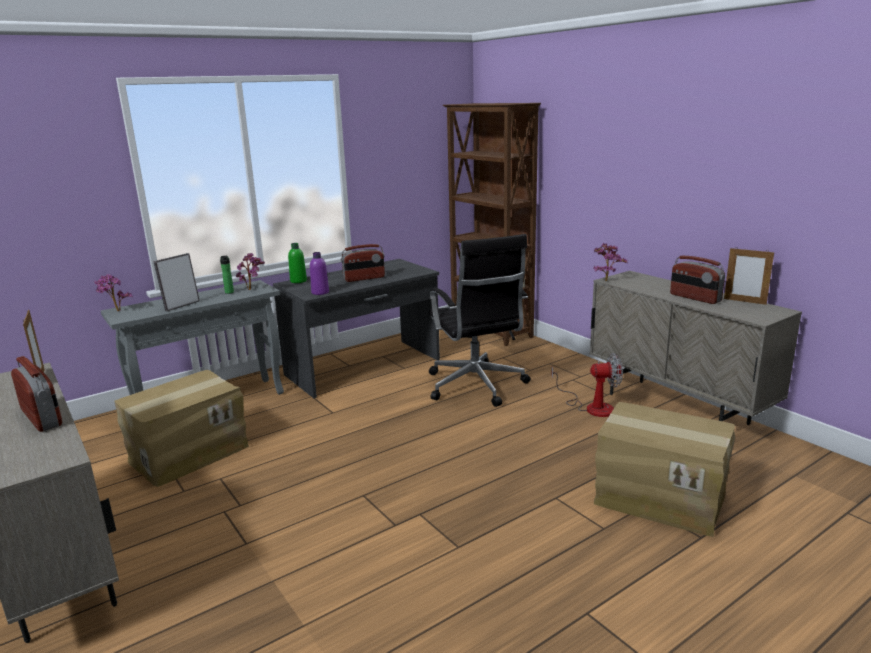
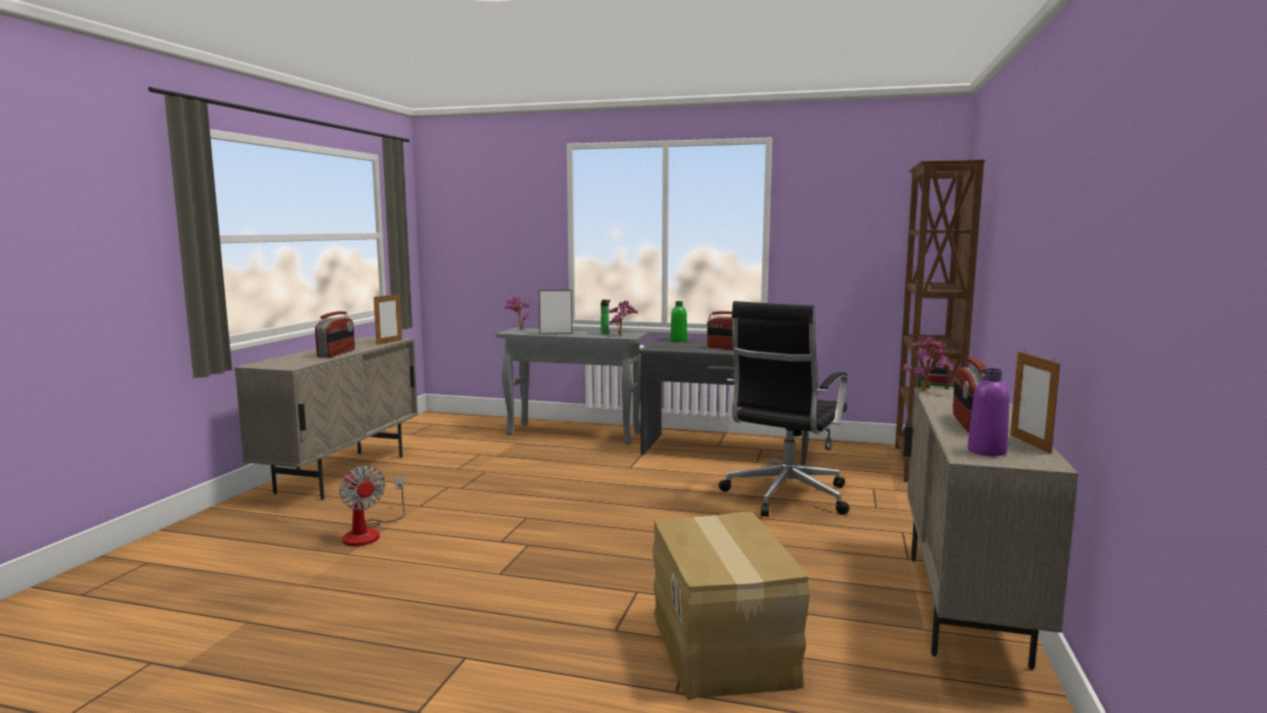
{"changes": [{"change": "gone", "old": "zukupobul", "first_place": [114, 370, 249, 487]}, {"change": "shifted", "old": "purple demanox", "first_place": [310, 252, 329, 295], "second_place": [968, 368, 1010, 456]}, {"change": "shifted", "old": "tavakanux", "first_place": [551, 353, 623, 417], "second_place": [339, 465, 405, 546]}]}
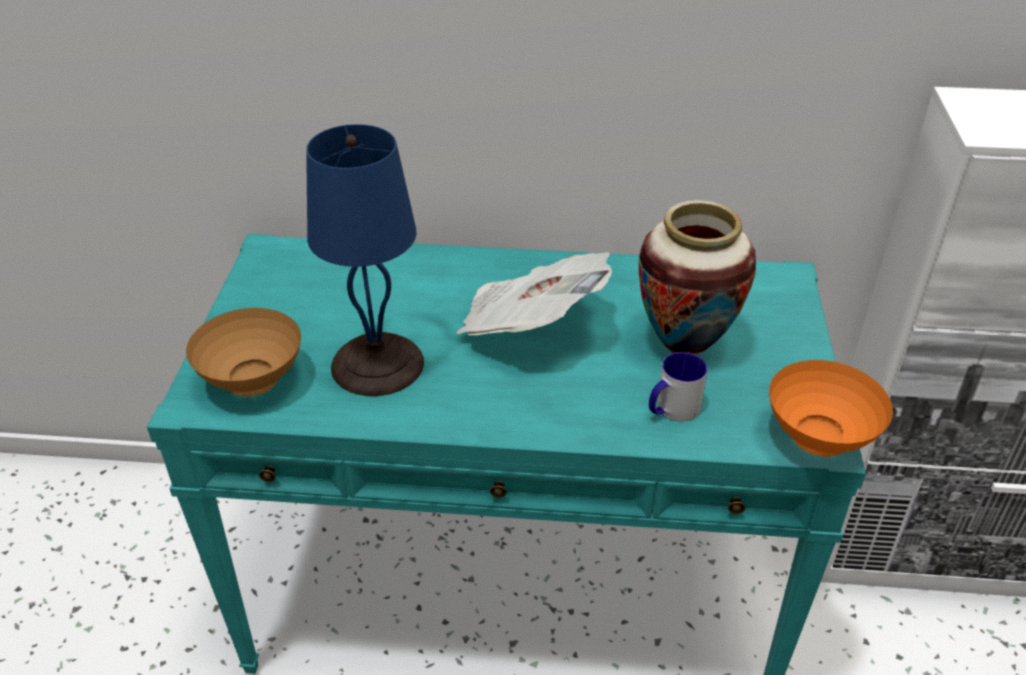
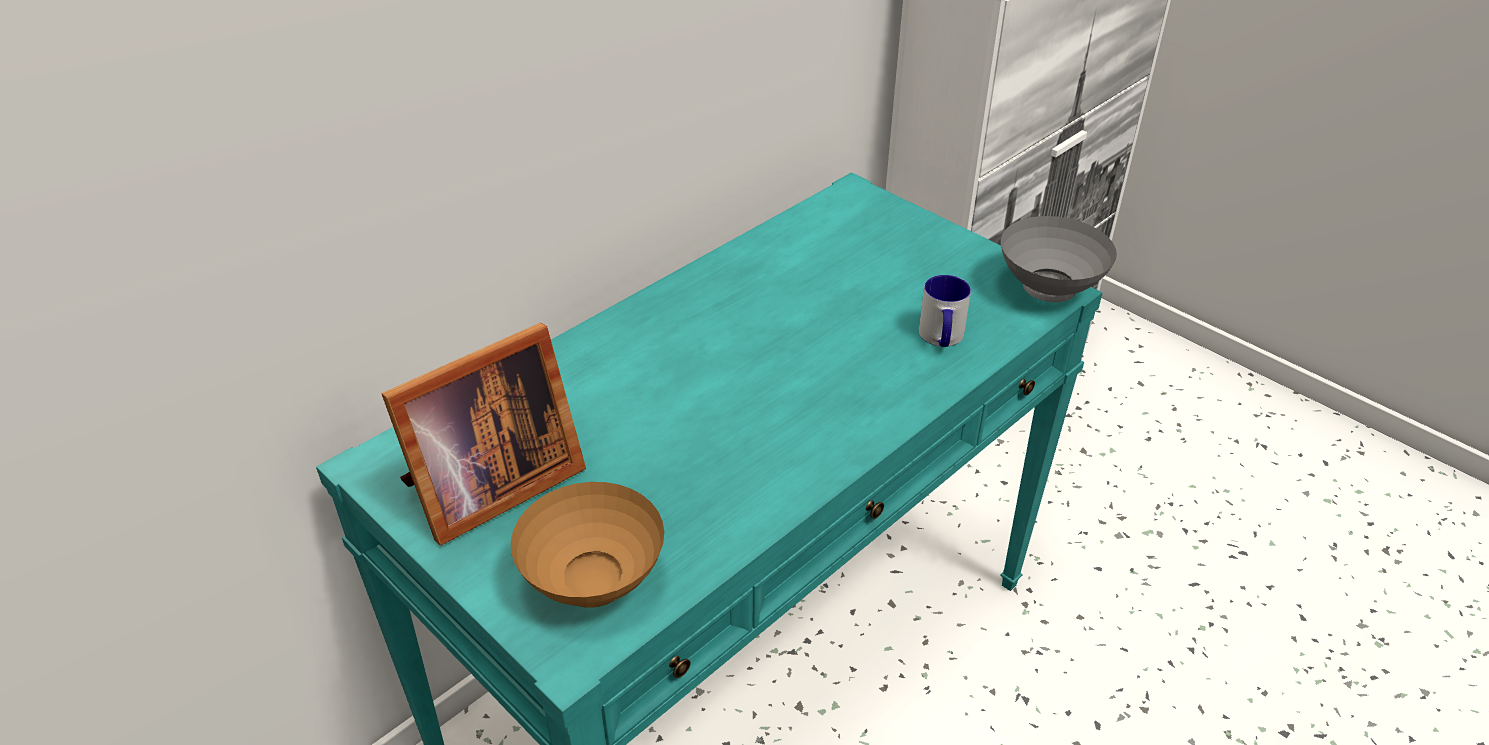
{"changes": [{"change": "gone", "old": "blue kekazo", "first_place": [306, 124, 424, 396]}, {"change": "gone", "old": "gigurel", "first_place": [456, 252, 612, 335]}, {"change": "gone", "old": "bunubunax", "first_place": [639, 200, 756, 355]}, {"change": "repainted", "old": "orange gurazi", "new": "grey gurazi", "first_place": [769, 360, 893, 457], "second_place": [1001, 216, 1117, 303]}, {"change": "new", "new": "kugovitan", "second_place": [382, 323, 586, 546]}]}
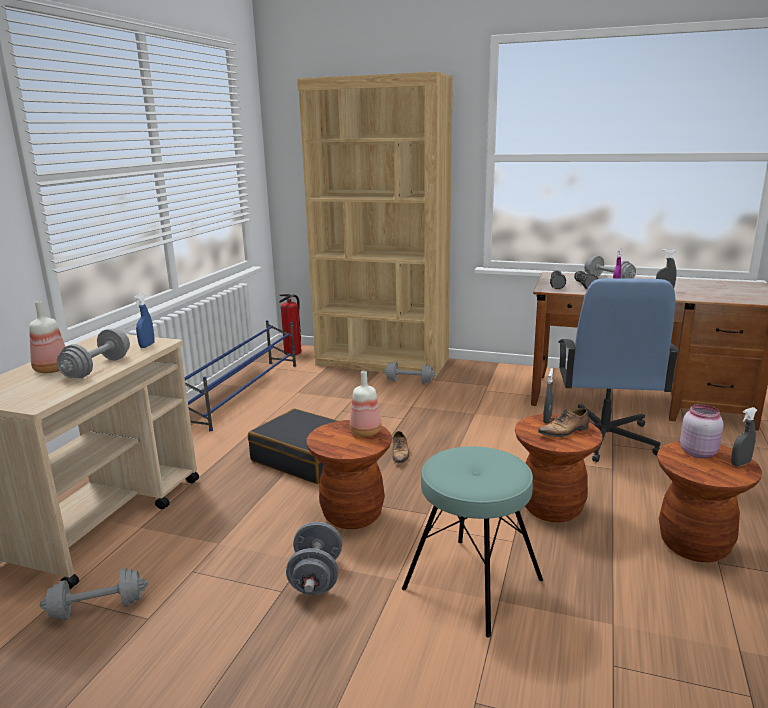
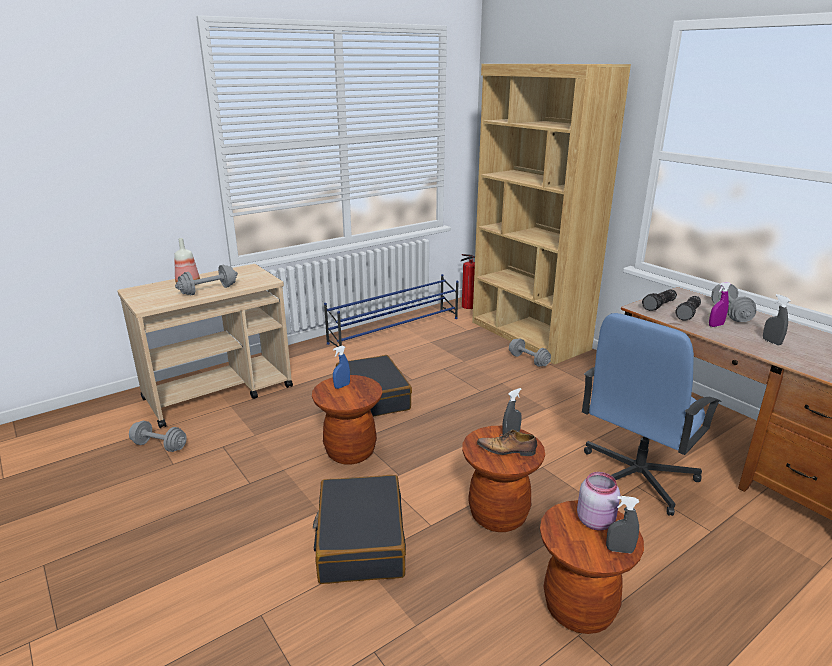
{"changes": [{"change": "shifted", "old": "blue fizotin", "first_place": [134, 294, 155, 348], "second_place": [333, 346, 350, 389]}, {"change": "gone", "old": "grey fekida", "first_place": [286, 522, 342, 595]}, {"change": "gone", "old": "demanox", "first_place": [350, 371, 382, 437]}, {"change": "gone", "old": "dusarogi", "first_place": [392, 431, 409, 463]}, {"change": "swapped", "old": "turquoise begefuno", "new": "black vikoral", "first_place": [402, 446, 543, 638], "second_place": [313, 475, 406, 584]}]}
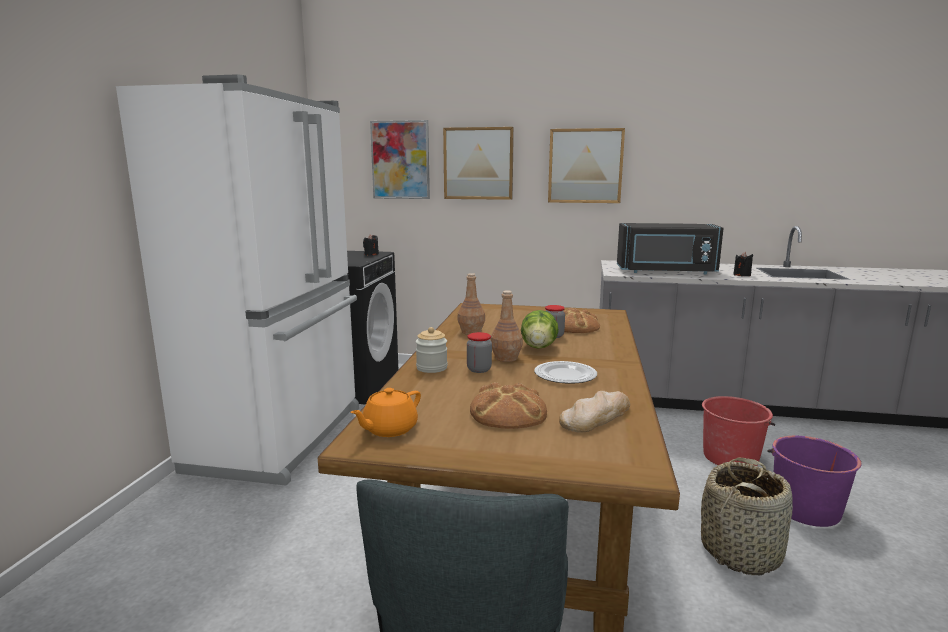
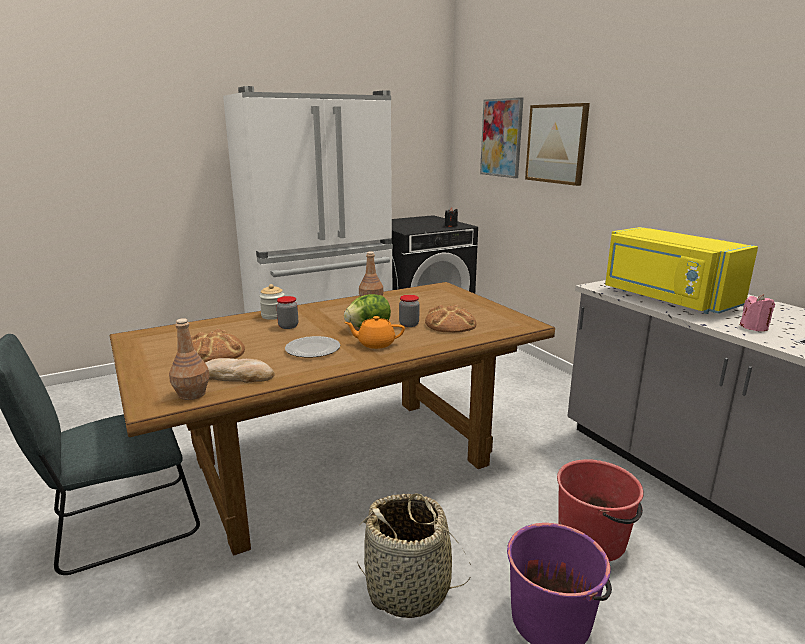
{"changes": [{"change": "shifted", "old": "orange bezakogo", "first_place": [350, 388, 421, 437], "second_place": [344, 316, 405, 349]}, {"change": "shifted", "old": "brown demanox", "first_place": [491, 290, 523, 362], "second_place": [169, 318, 210, 400]}, {"change": "gone", "old": "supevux", "first_place": [548, 128, 625, 203]}, {"change": "repainted", "old": "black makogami", "new": "yellow makogami", "first_place": [617, 223, 724, 275], "second_place": [605, 227, 758, 314]}, {"change": "repainted", "old": "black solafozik", "new": "pink solafozik", "first_place": [733, 252, 753, 276], "second_place": [740, 294, 775, 331]}]}
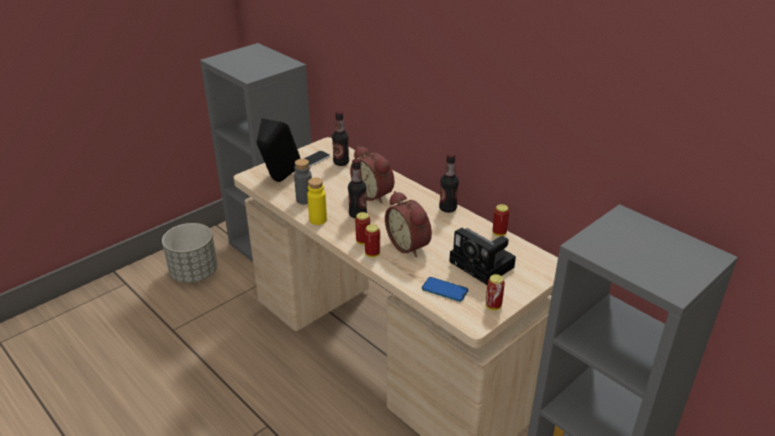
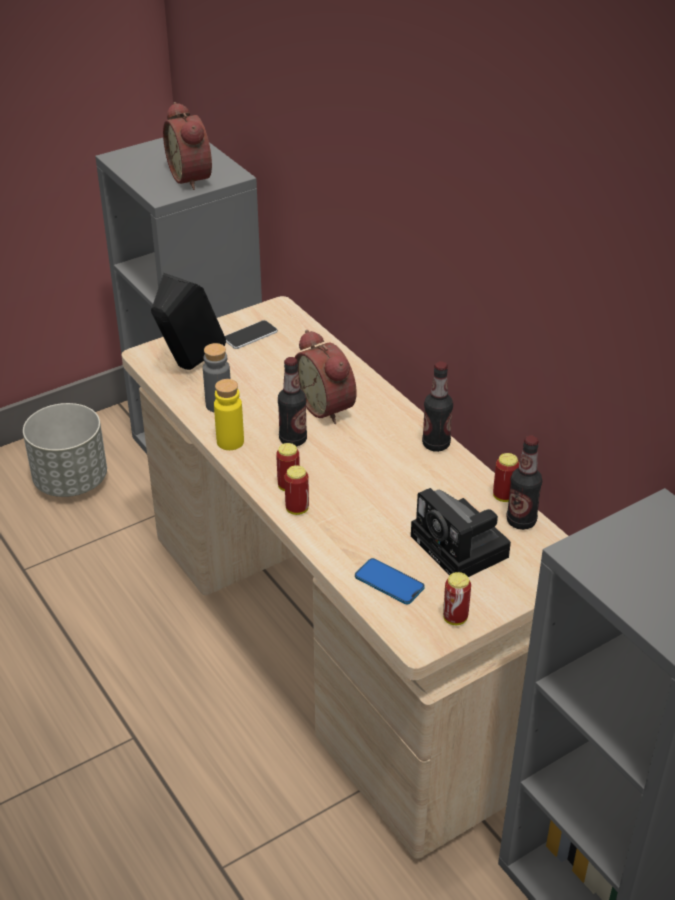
{"changes": [{"change": "shifted", "old": "demanox", "first_place": [332, 111, 349, 166], "second_place": [506, 436, 542, 530]}, {"change": "shifted", "old": "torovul", "first_place": [385, 191, 432, 257], "second_place": [163, 102, 212, 190]}]}
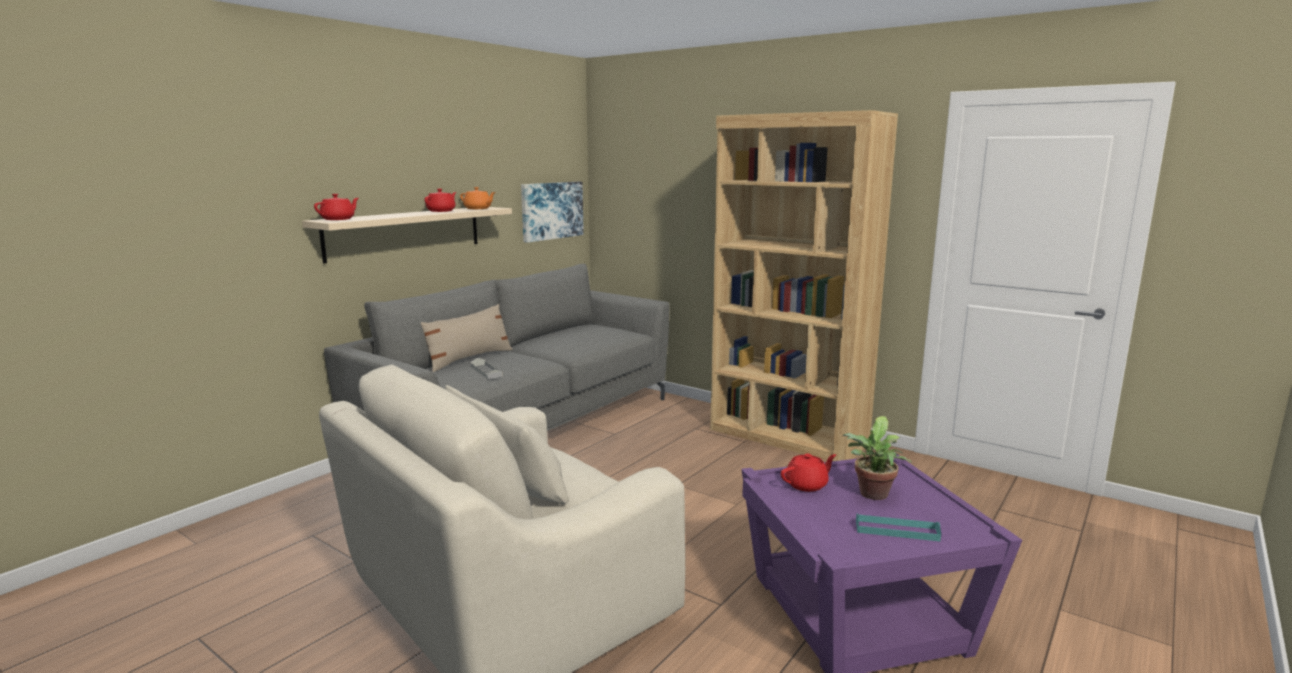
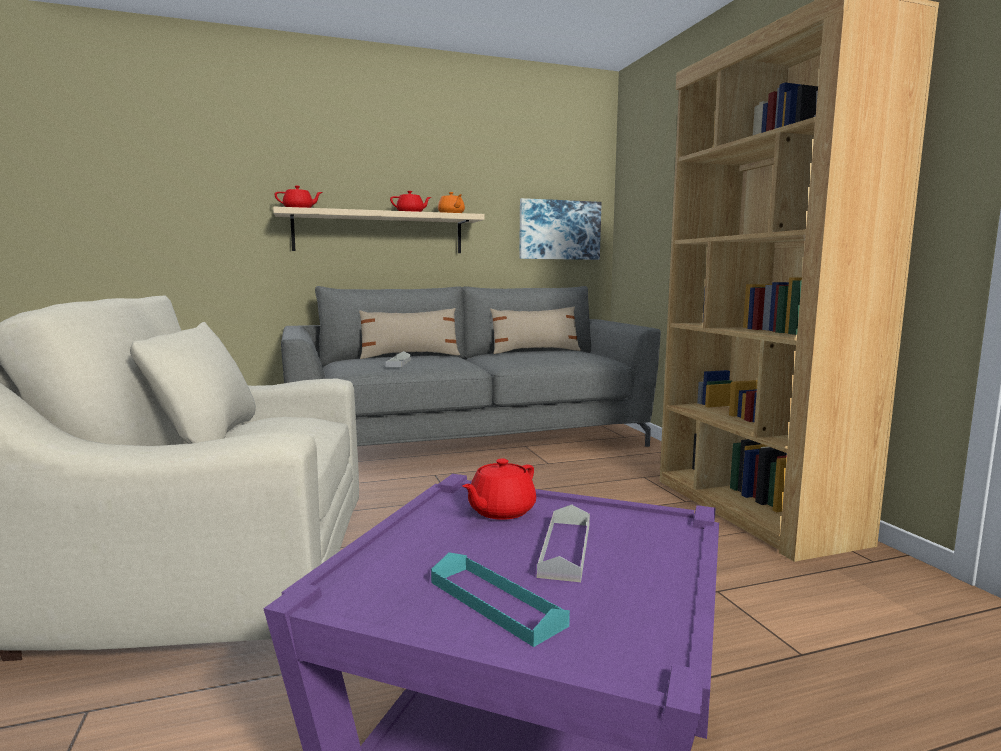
{"changes": [{"change": "rotated", "old": "red bezakogo", "first_place": [781, 454, 836, 492], "second_place": [462, 458, 536, 520], "degrees": 120}, {"change": "swapped", "old": "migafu", "new": "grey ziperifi", "first_place": [843, 416, 912, 500], "second_place": [537, 504, 590, 582]}, {"change": "new", "new": "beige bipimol", "second_place": [490, 306, 581, 354]}]}
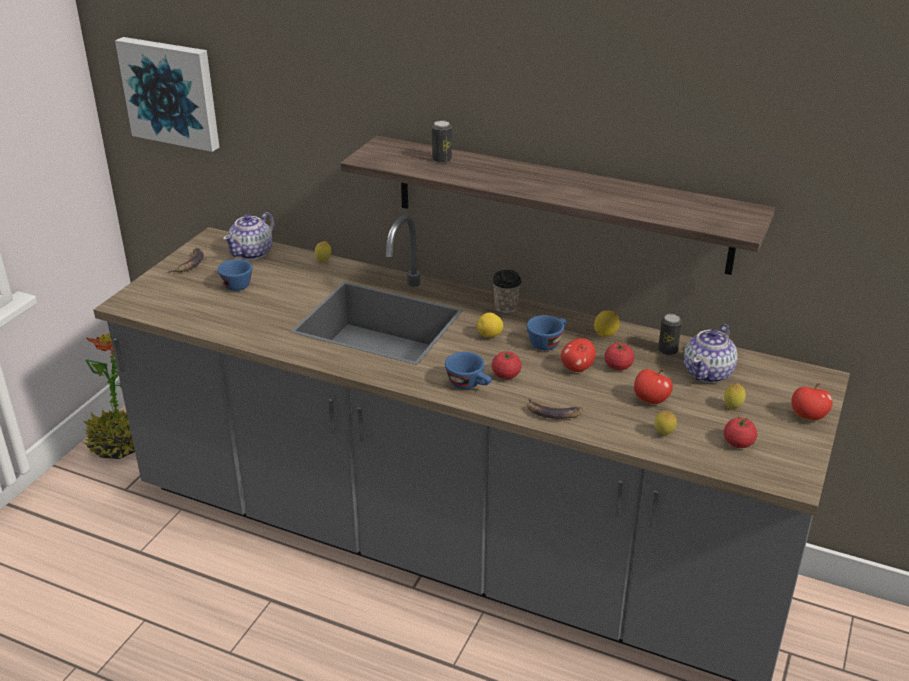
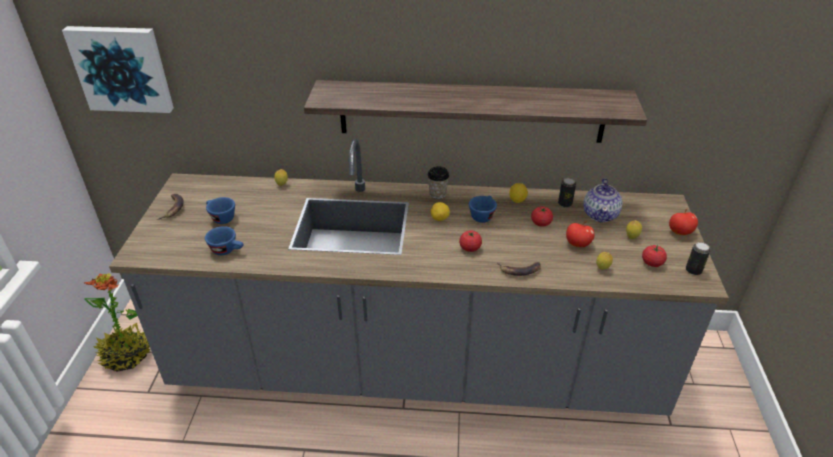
{"changes": [{"change": "gone", "old": "bezakogo", "first_place": [223, 212, 275, 260]}, {"change": "shifted", "old": "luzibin", "first_place": [432, 120, 452, 163], "second_place": [686, 242, 711, 275]}, {"change": "shifted", "old": "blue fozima", "first_place": [445, 352, 492, 389], "second_place": [205, 226, 244, 255]}, {"change": "gone", "old": "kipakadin", "first_place": [561, 338, 596, 372]}]}
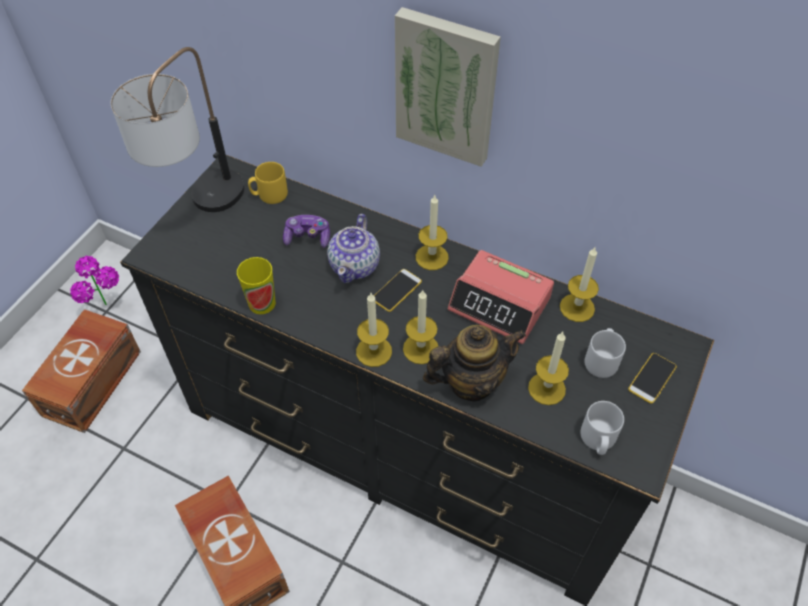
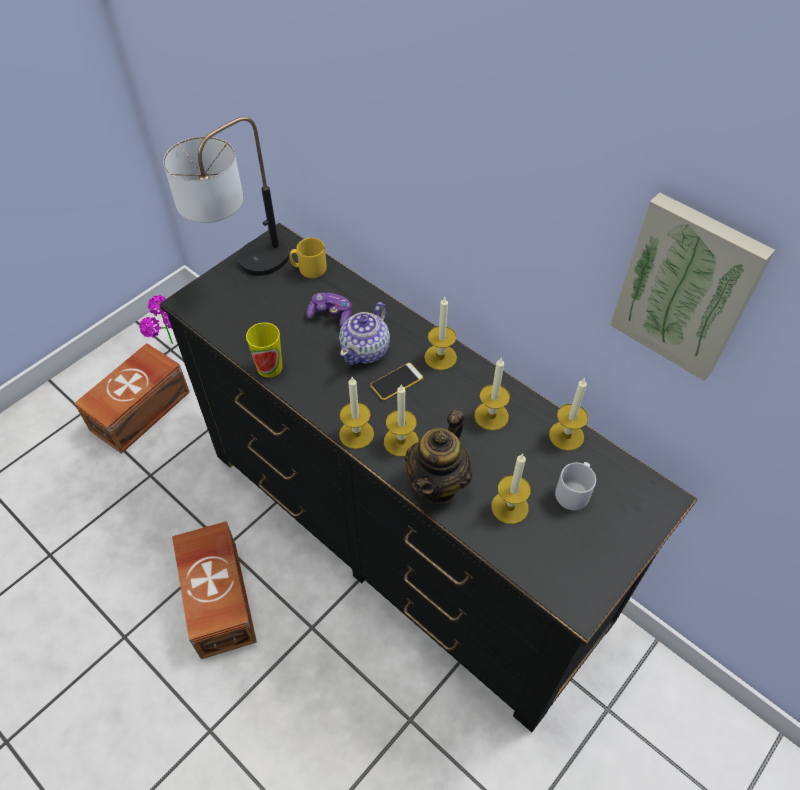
{"changes": [{"change": "shifted", "old": "supevux", "first_place": [395, 7, 501, 167], "second_place": [610, 192, 775, 381]}, {"change": "rotated", "old": "bezakogo", "first_place": [423, 325, 526, 402], "second_place": [405, 409, 472, 504], "degrees": 120}, {"change": "swapped", "old": "torovul", "new": "solafozik", "first_place": [448, 250, 554, 344], "second_place": [474, 357, 510, 431]}, {"change": "gone", "old": "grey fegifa", "first_place": [580, 401, 624, 455]}, {"change": "gone", "old": "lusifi", "first_place": [628, 353, 677, 404]}]}
